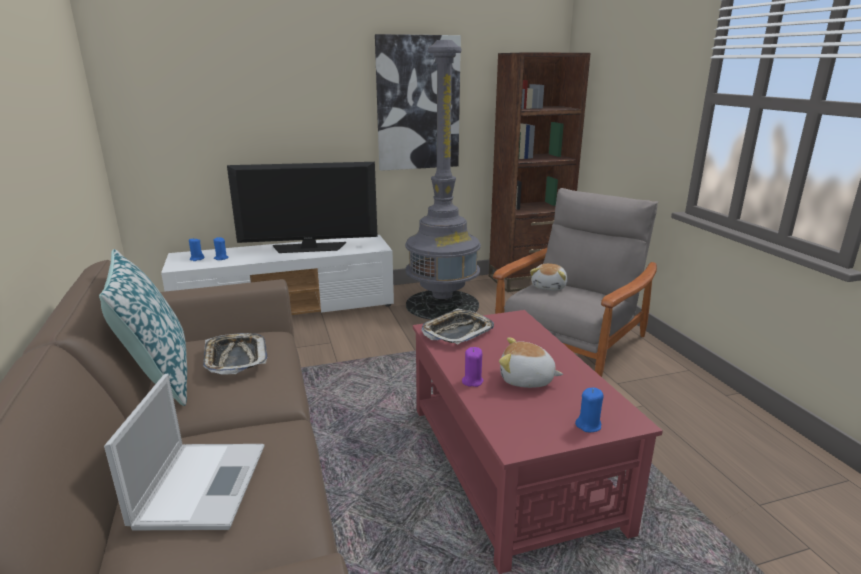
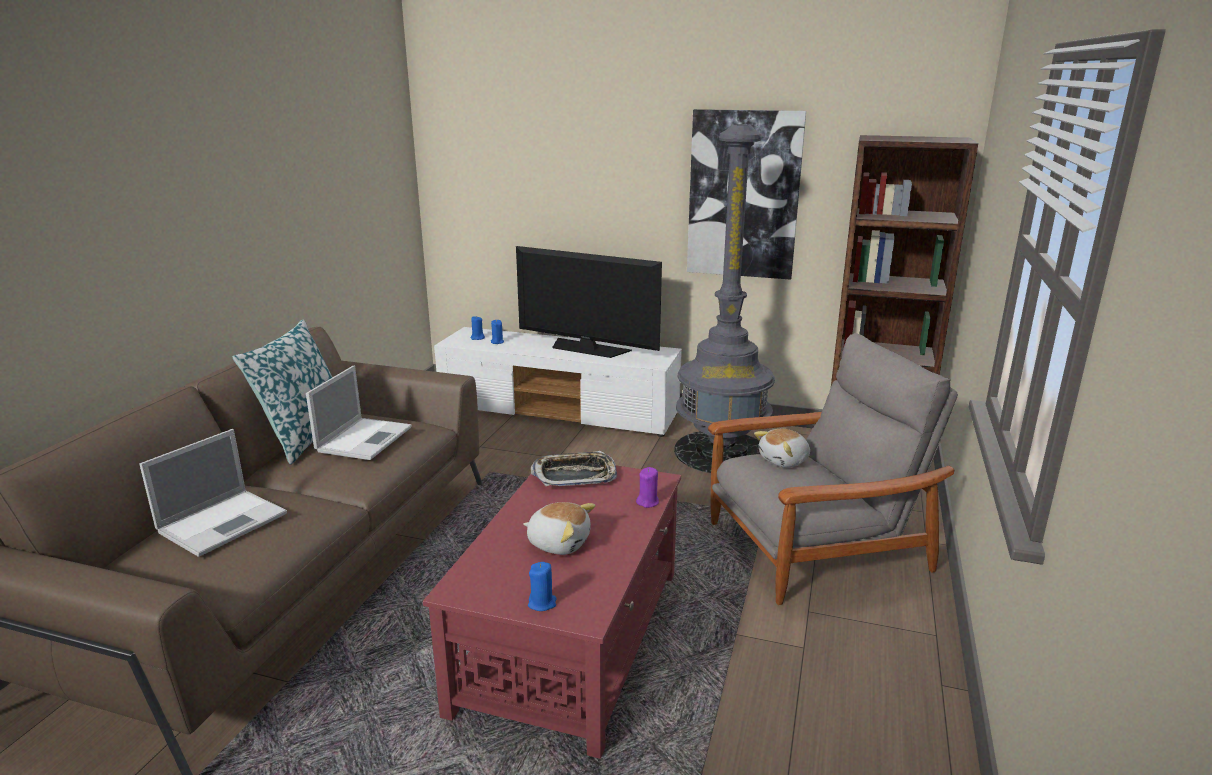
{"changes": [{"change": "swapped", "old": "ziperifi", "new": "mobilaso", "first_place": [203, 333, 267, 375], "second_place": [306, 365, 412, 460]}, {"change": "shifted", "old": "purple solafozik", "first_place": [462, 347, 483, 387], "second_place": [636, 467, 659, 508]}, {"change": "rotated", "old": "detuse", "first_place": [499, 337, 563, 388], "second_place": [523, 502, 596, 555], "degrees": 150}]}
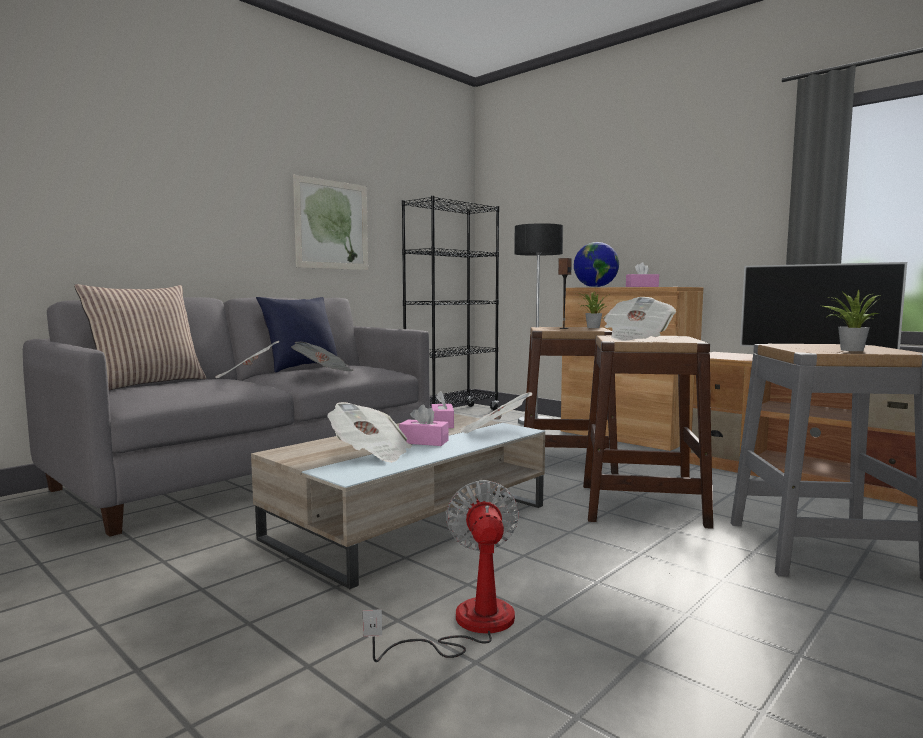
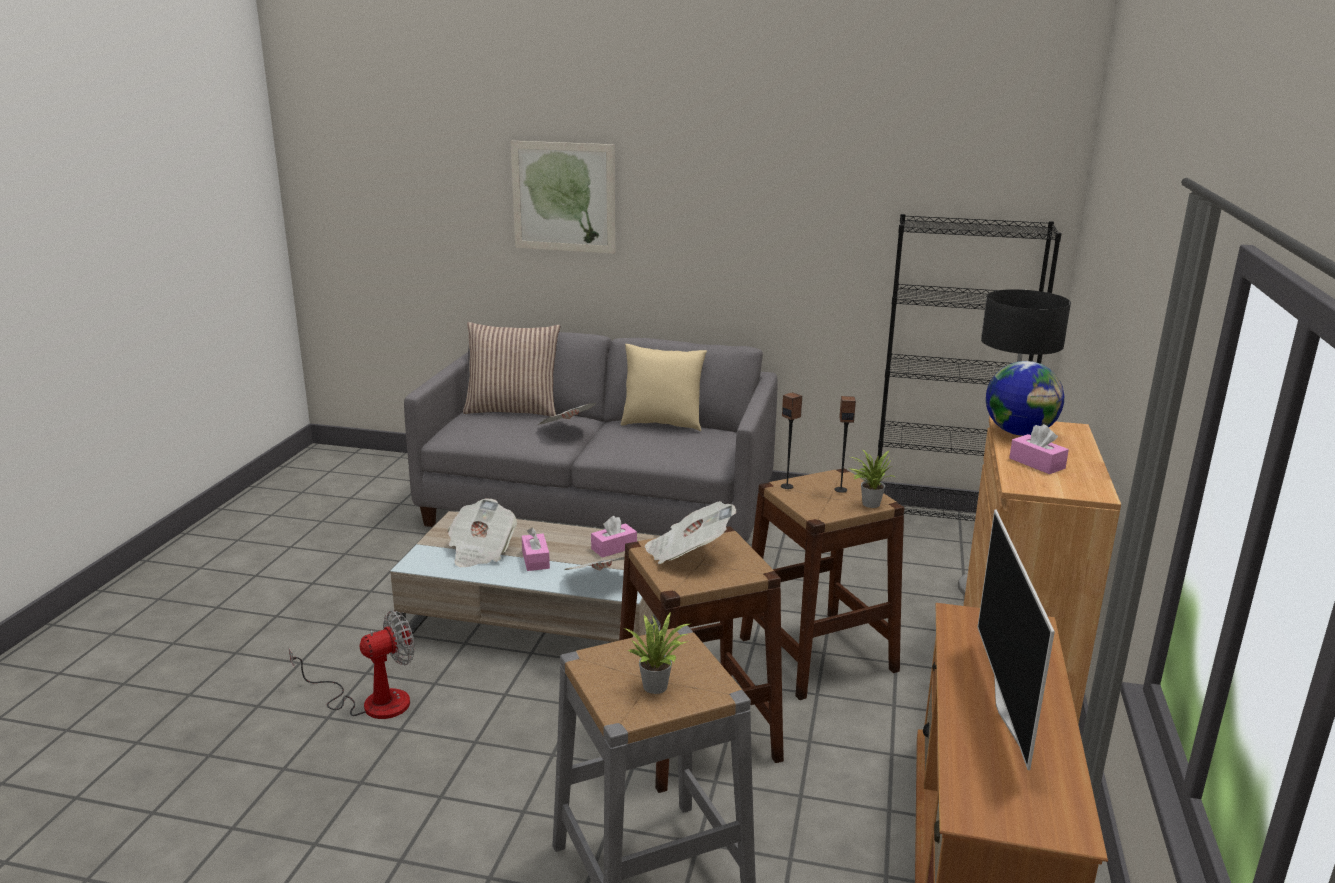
{"changes": [{"change": "repainted", "old": "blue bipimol", "new": "beige bipimol", "first_place": [256, 297, 338, 373], "second_place": [621, 344, 707, 431]}, {"change": "gone", "old": "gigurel", "first_place": [291, 342, 354, 371]}, {"change": "shifted", "old": "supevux", "first_place": [293, 175, 368, 270], "second_place": [511, 141, 615, 254]}, {"change": "new", "new": "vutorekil", "second_place": [781, 392, 802, 489]}]}
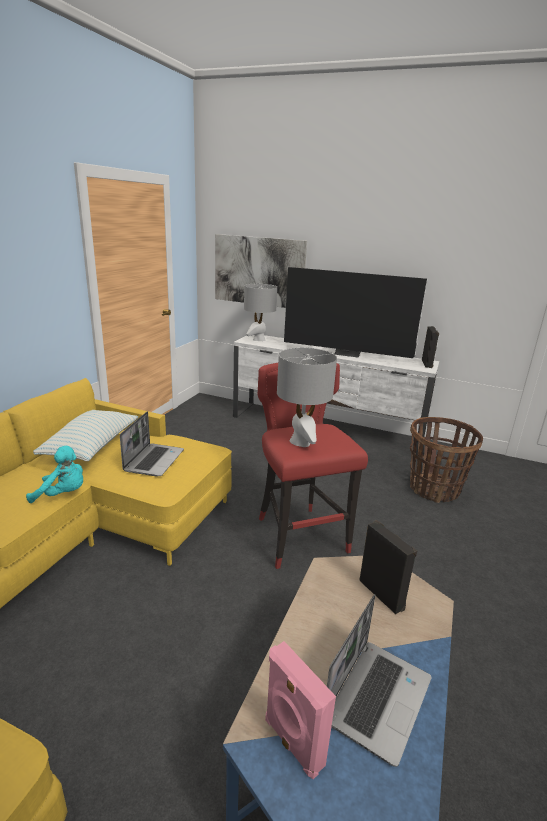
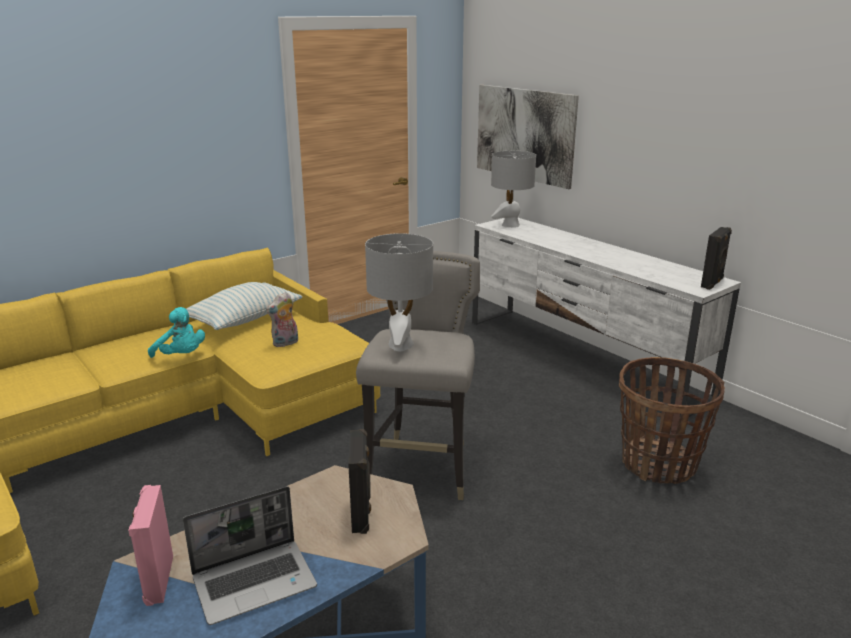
{"changes": [{"change": "swapped", "old": "mobilaso", "new": "detuse", "first_place": [120, 411, 184, 476], "second_place": [266, 292, 298, 347]}, {"change": "repainted", "old": "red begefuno", "new": "grey begefuno", "first_place": [258, 363, 368, 569], "second_place": [356, 251, 480, 500]}, {"change": "gone", "old": "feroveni", "first_place": [284, 267, 427, 358]}]}
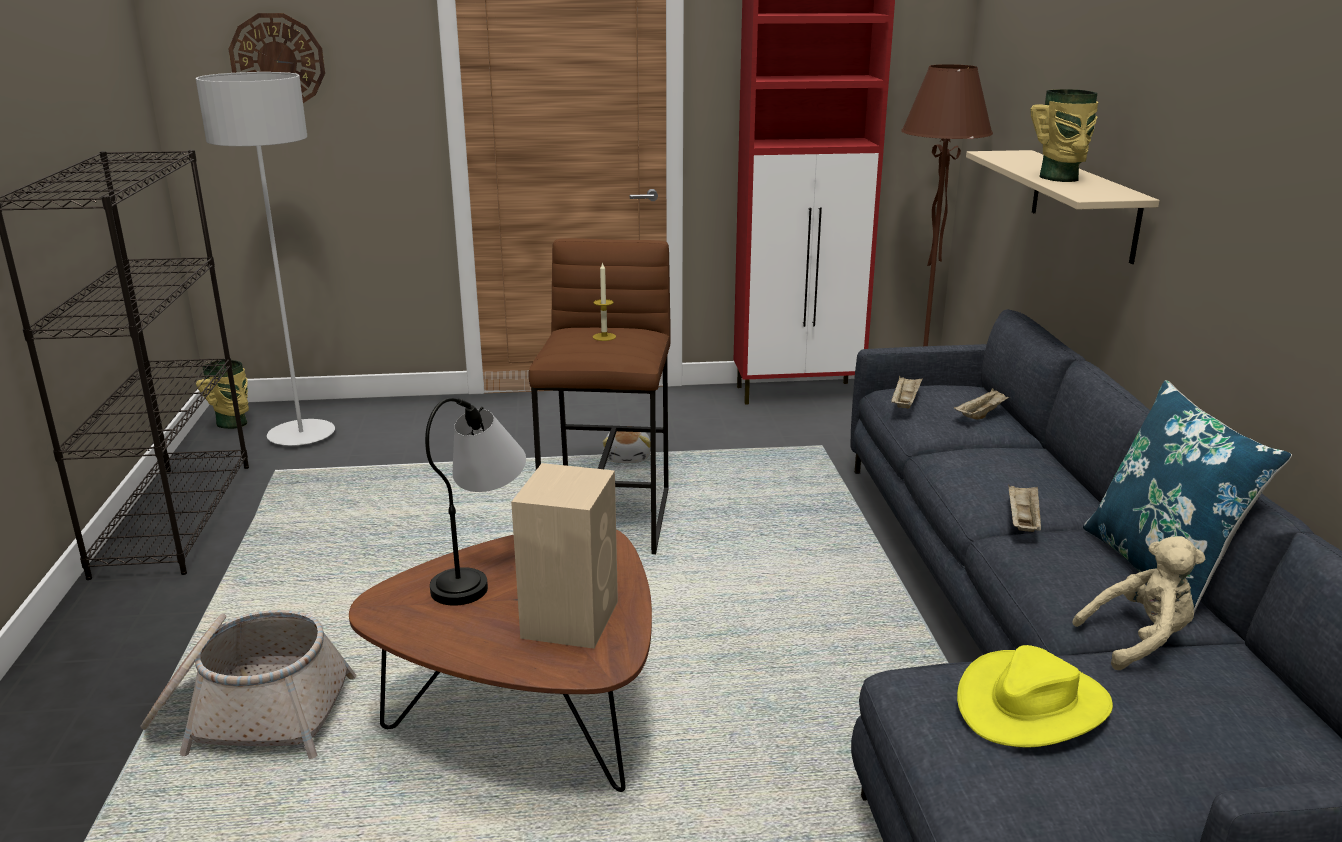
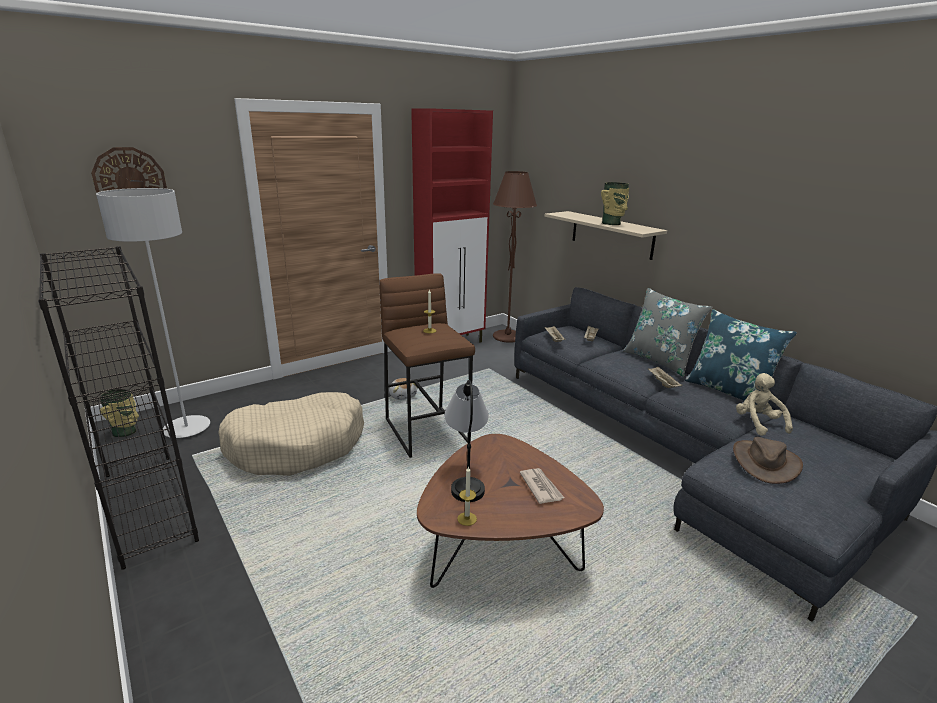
{"changes": [{"change": "gone", "old": "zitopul", "first_place": [140, 610, 357, 759]}, {"change": "swapped", "old": "beige vutorekil", "new": "gigurel", "first_place": [511, 463, 618, 649], "second_place": [520, 468, 564, 504]}, {"change": "repainted", "old": "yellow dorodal", "new": "brown dorodal", "first_place": [957, 645, 1113, 748], "second_place": [733, 437, 803, 484]}, {"change": "rotated", "old": "beige detuse", "first_place": [1072, 536, 1205, 670], "second_place": [736, 373, 793, 436], "degrees": -60}, {"change": "new", "new": "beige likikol", "second_place": [218, 392, 364, 476]}, {"change": "new", "new": "solafozik", "second_place": [457, 466, 477, 526]}, {"change": "new", "new": "grey bipimol", "second_place": [623, 288, 713, 377]}]}
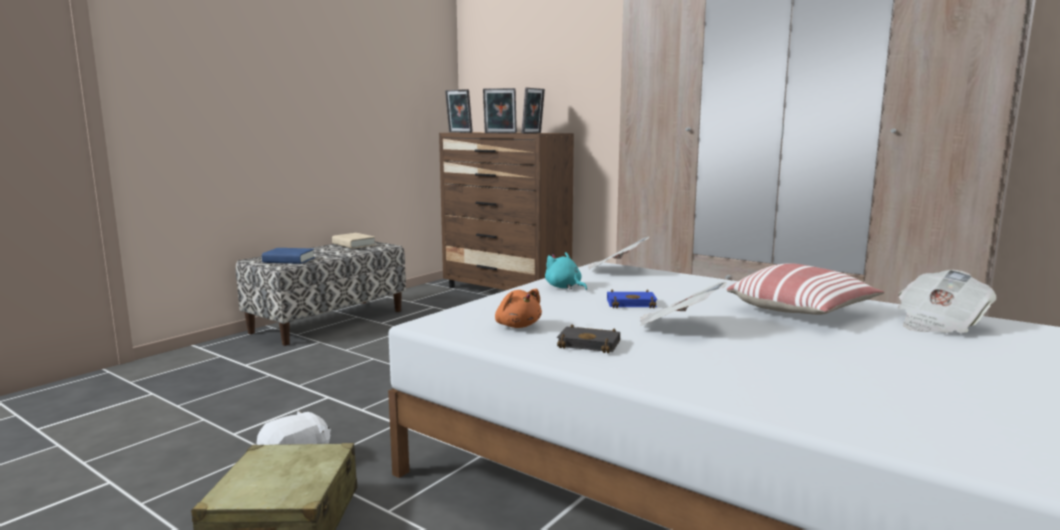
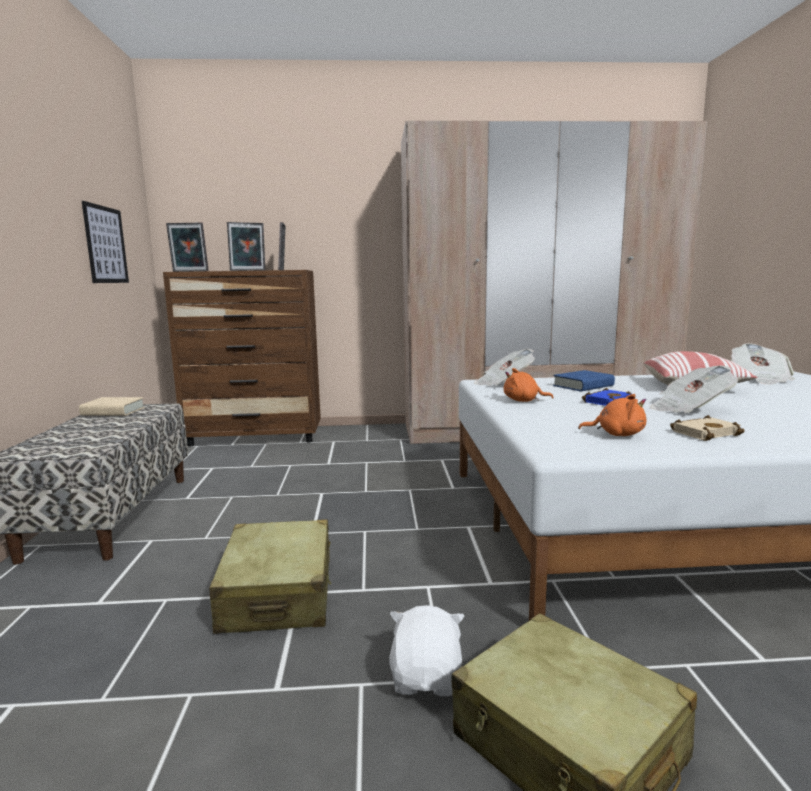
{"changes": [{"change": "shifted", "old": "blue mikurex", "first_place": [262, 248, 315, 264], "second_place": [553, 370, 615, 391]}, {"change": "repainted", "old": "turquoise detuse", "new": "orange detuse", "first_place": [545, 252, 587, 290], "second_place": [504, 368, 554, 402]}, {"change": "repainted", "old": "black mikurex", "new": "beige mikurex", "first_place": [557, 324, 620, 353], "second_place": [670, 415, 744, 441]}, {"change": "new", "new": "supevux", "second_place": [82, 201, 129, 283]}, {"change": "new", "new": "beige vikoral", "second_place": [209, 519, 331, 634]}]}
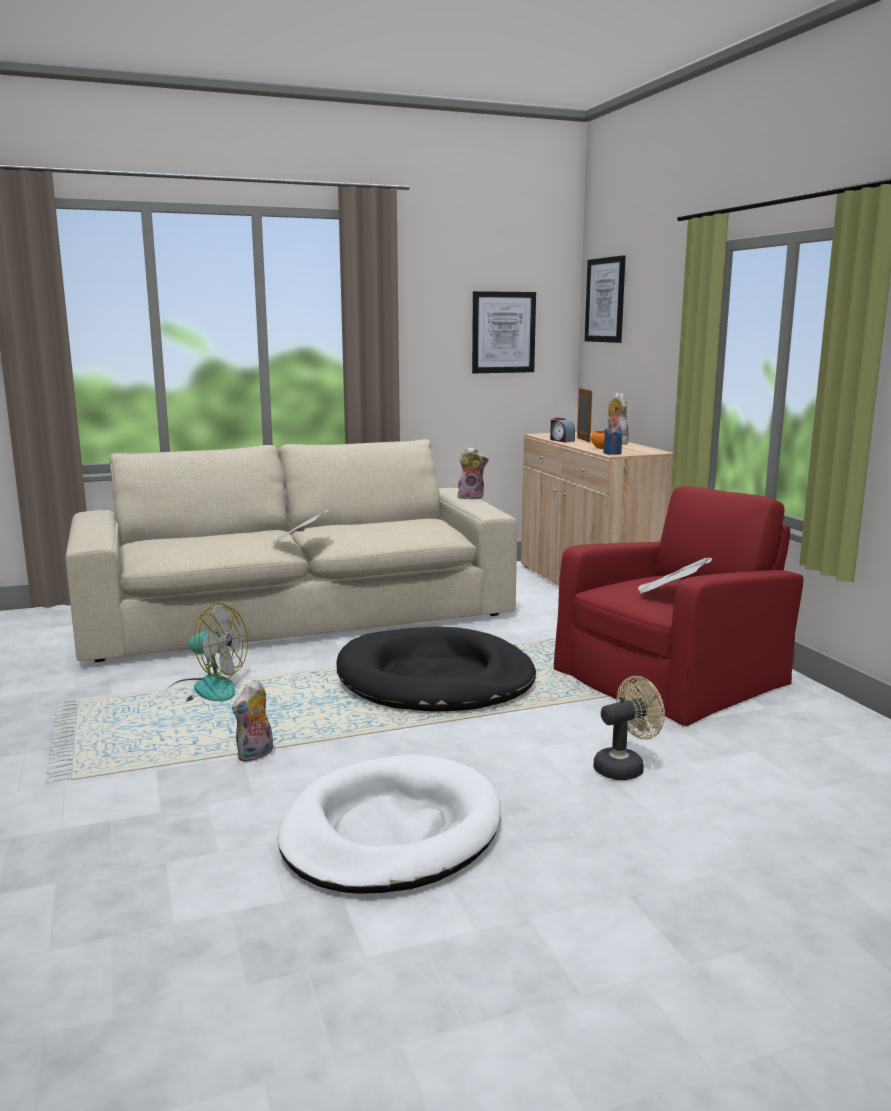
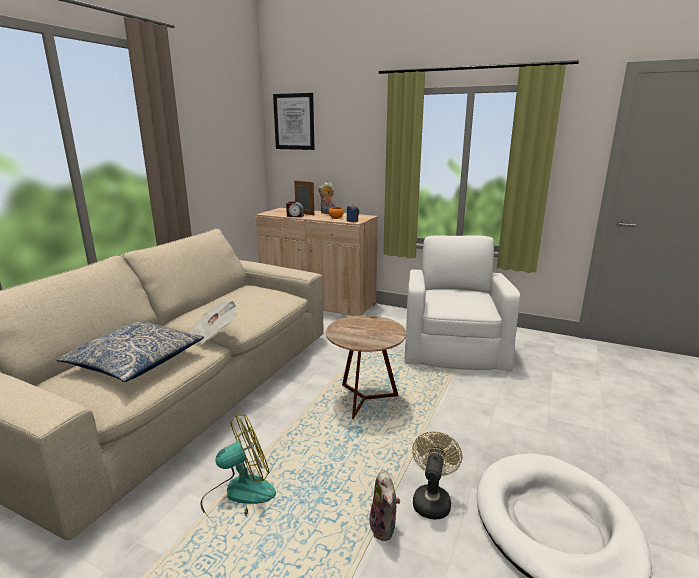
{"changes": [{"change": "swapped", "old": "black likikol", "new": "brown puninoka", "first_place": [336, 627, 536, 712], "second_place": [326, 315, 406, 419]}, {"change": "gone", "old": "detuse", "first_place": [458, 447, 489, 499]}, {"change": "gone", "old": "supevux", "first_place": [472, 291, 536, 373]}, {"change": "repainted", "old": "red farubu", "new": "white farubu", "first_place": [554, 486, 804, 726], "second_place": [405, 235, 520, 371]}, {"change": "shifted", "old": "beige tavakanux", "first_place": [593, 676, 665, 780], "second_place": [412, 431, 463, 520]}, {"change": "gone", "old": "gigurel", "first_place": [638, 558, 712, 594]}, {"change": "new", "new": "bipimol", "second_place": [57, 321, 204, 382]}]}
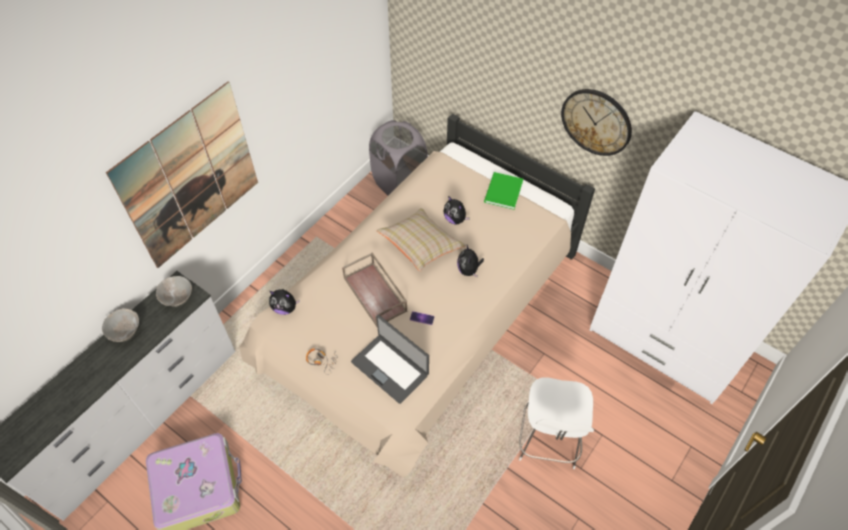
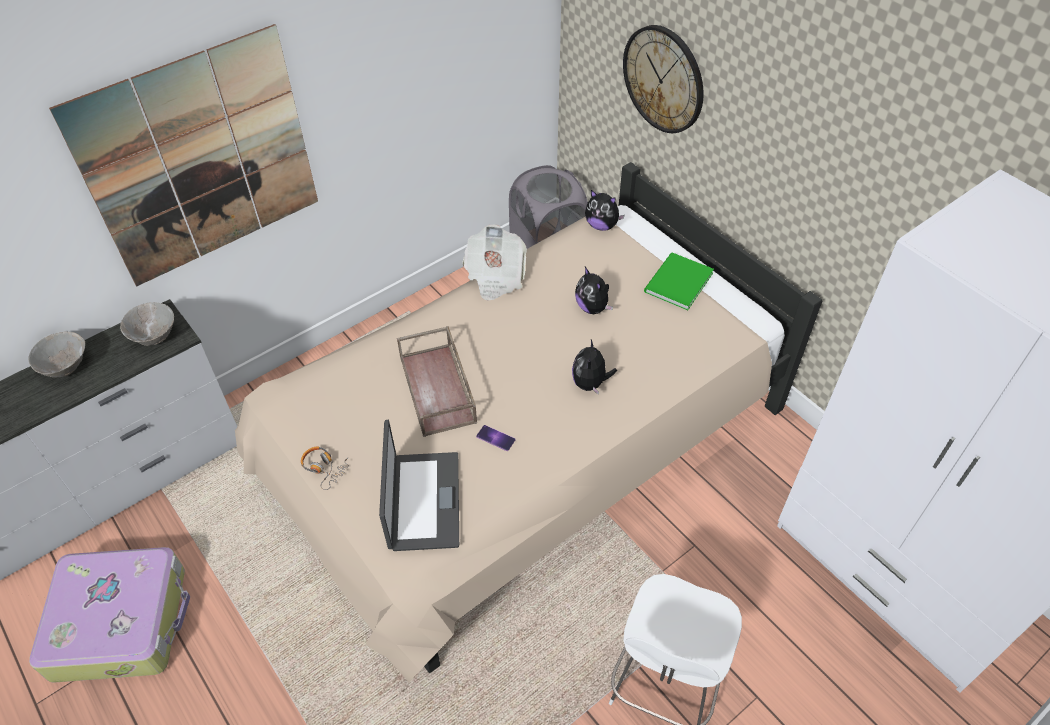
{"changes": [{"change": "shifted", "old": "detuse", "first_place": [269, 289, 300, 315], "second_place": [585, 190, 625, 231]}, {"change": "rotated", "old": "mobilaso", "first_place": [351, 315, 429, 404], "second_place": [379, 420, 459, 551], "degrees": -150}, {"change": "gone", "old": "beige bipimol", "first_place": [376, 208, 466, 271]}, {"change": "shifted", "old": "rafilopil", "first_place": [561, 89, 632, 156], "second_place": [623, 25, 704, 133]}, {"change": "new", "new": "gigurel", "second_place": [462, 224, 527, 301]}]}
